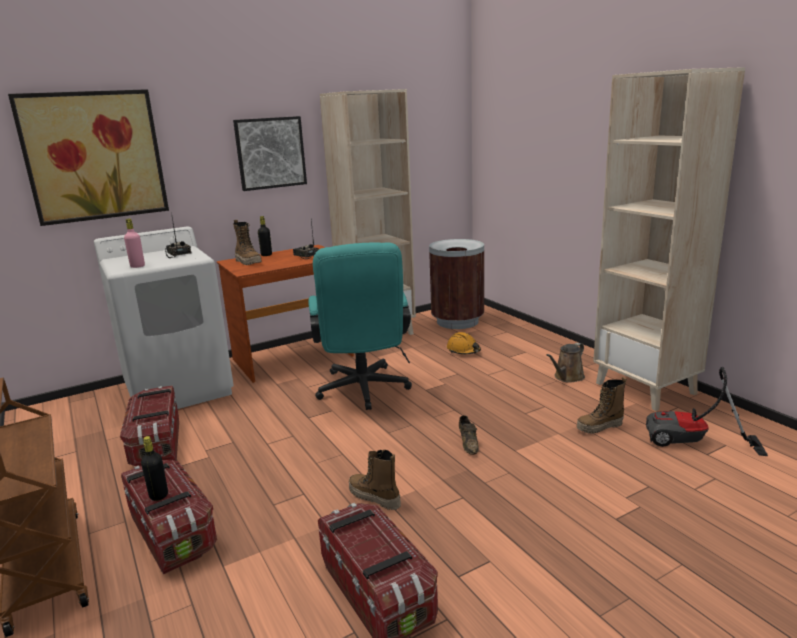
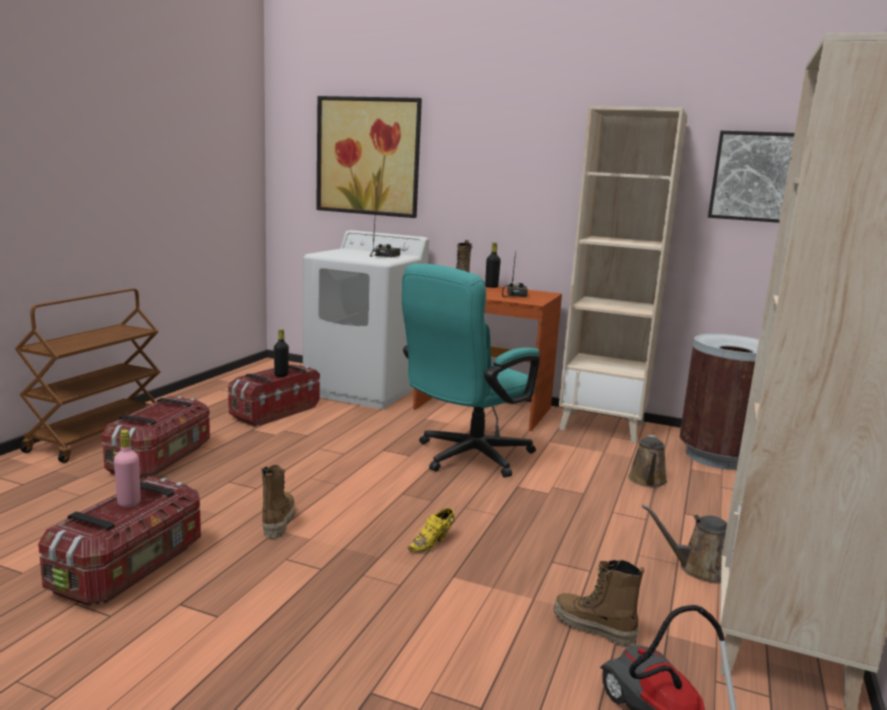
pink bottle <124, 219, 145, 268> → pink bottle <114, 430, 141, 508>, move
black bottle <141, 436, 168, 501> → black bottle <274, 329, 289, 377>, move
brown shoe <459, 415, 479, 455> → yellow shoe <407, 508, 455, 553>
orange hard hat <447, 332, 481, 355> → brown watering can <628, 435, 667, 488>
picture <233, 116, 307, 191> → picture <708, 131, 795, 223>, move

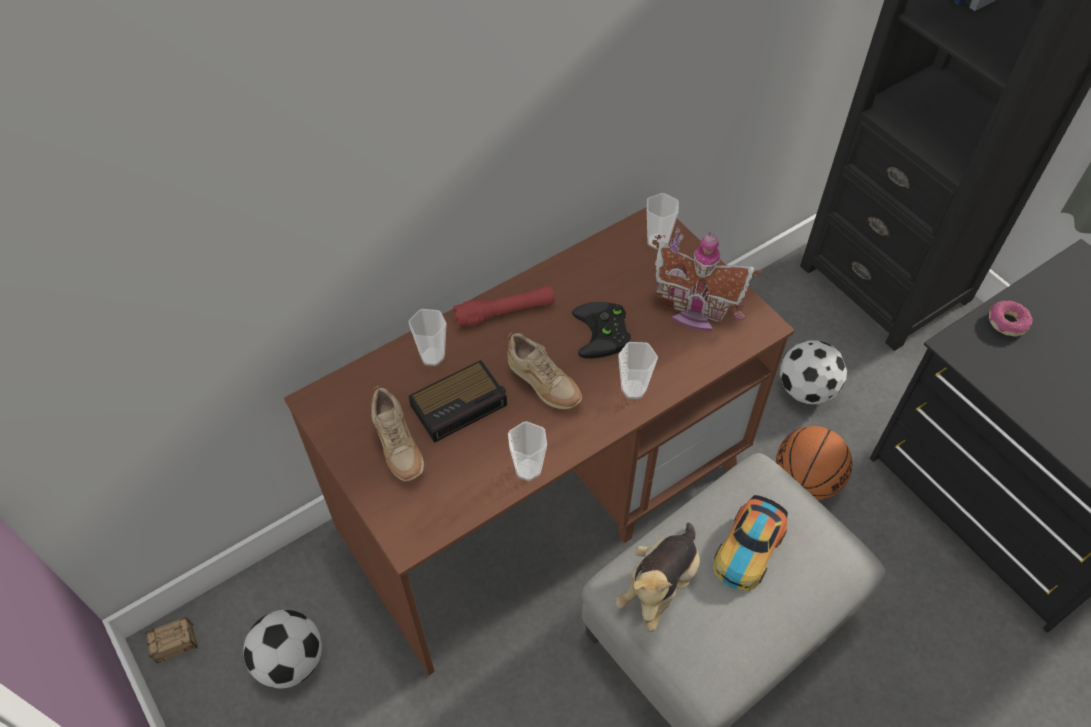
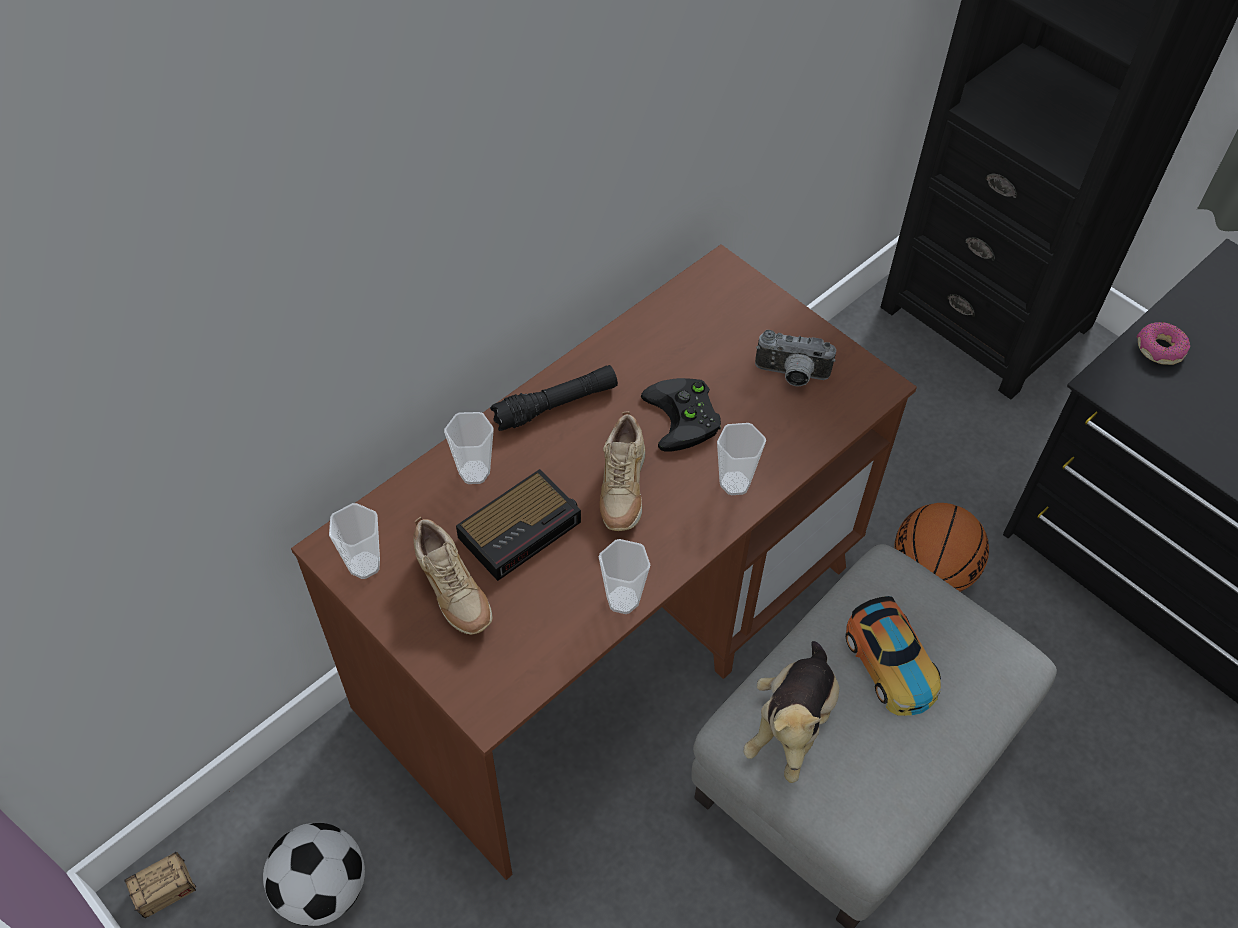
cup <647, 193, 679, 250> → cup <329, 503, 380, 579>, move
red flashlight <453, 286, 555, 327> → black flashlight <490, 365, 618, 431>
beige shoe <508, 332, 582, 409> → beige shoe <600, 411, 645, 531>, 60 degrees clockwise
toy house <652, 226, 762, 331> → photo camera <755, 330, 836, 386>
toy car <713, 495, 788, 591> → toy car <845, 596, 941, 716>, 45 degrees counterclockwise
football <780, 340, 847, 404> → -

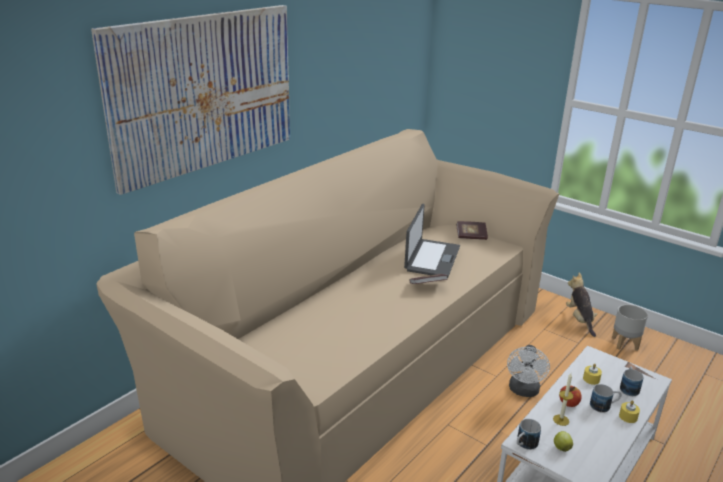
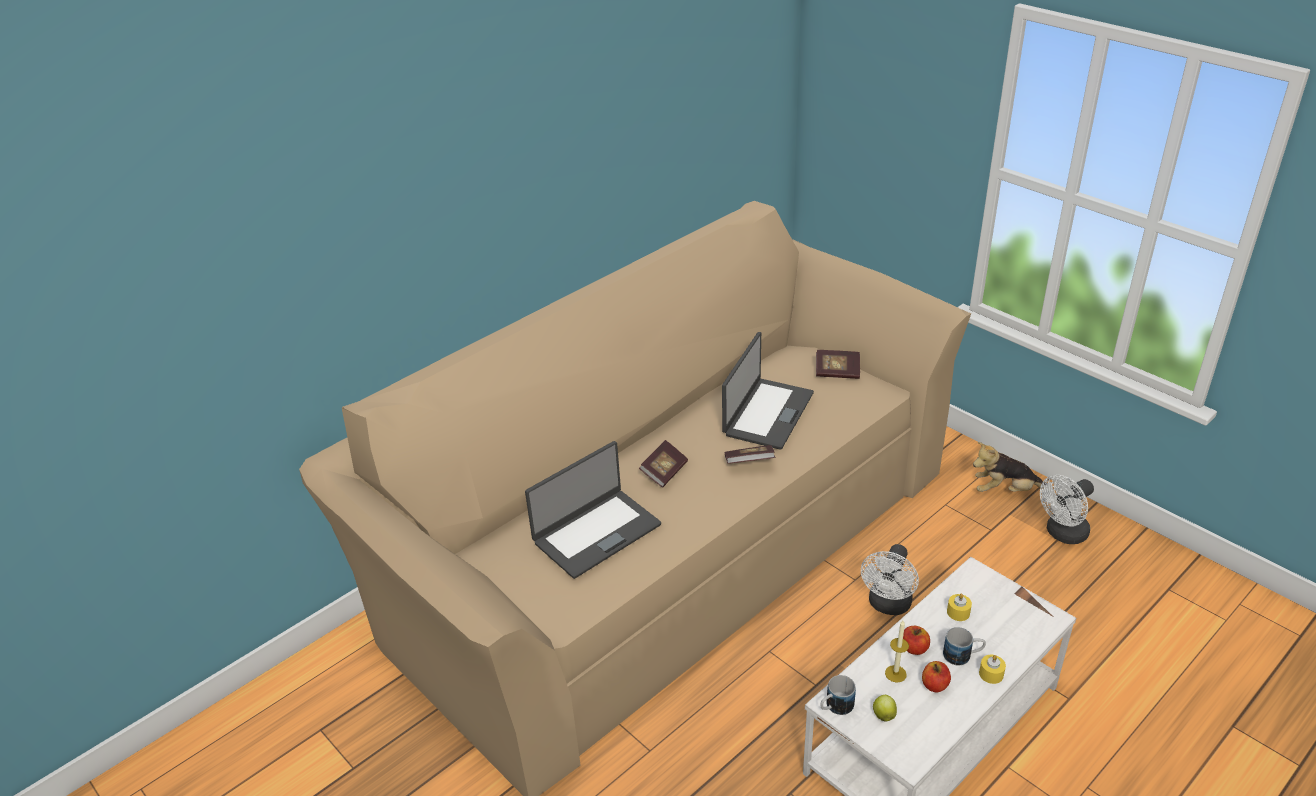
- → laptop <525, 441, 661, 579>
- → book <639, 440, 688, 488>
- → apple <922, 661, 951, 692>
plush toy <566, 273, 597, 337> → plush toy <973, 442, 1046, 492>, 90 degrees counterclockwise
grey planter <612, 305, 648, 351> → white fan <1040, 475, 1094, 544>
picture <91, 5, 290, 195> → -
mug <620, 366, 643, 396> → -

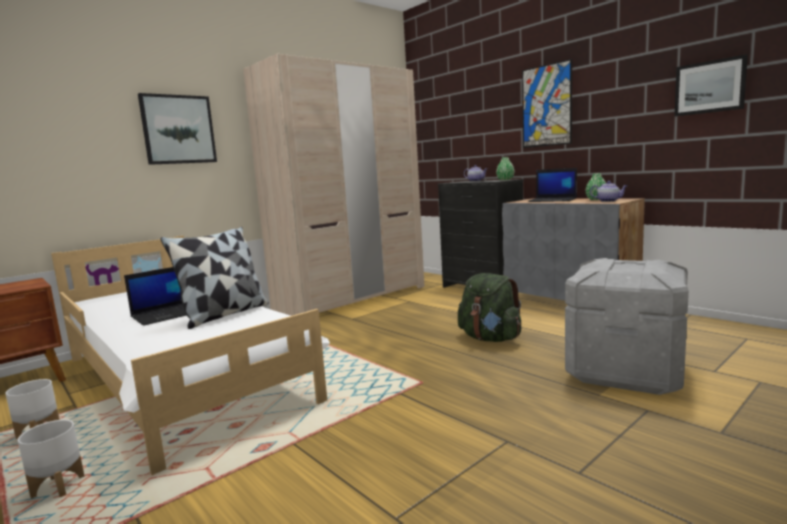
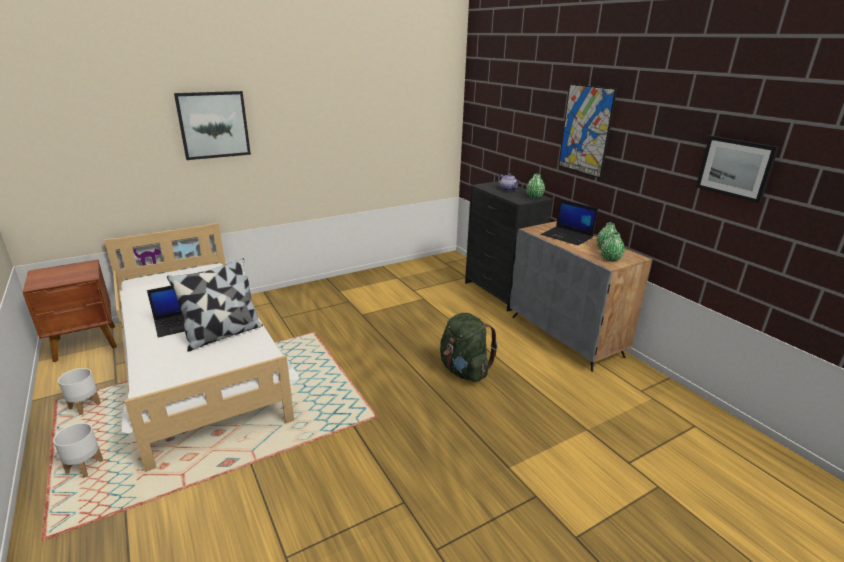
teapot <590, 181, 628, 202> → green vase <601, 232, 625, 261>
beige wardrobe <243, 54, 425, 316> → -
grey storage box <565, 258, 689, 395> → -

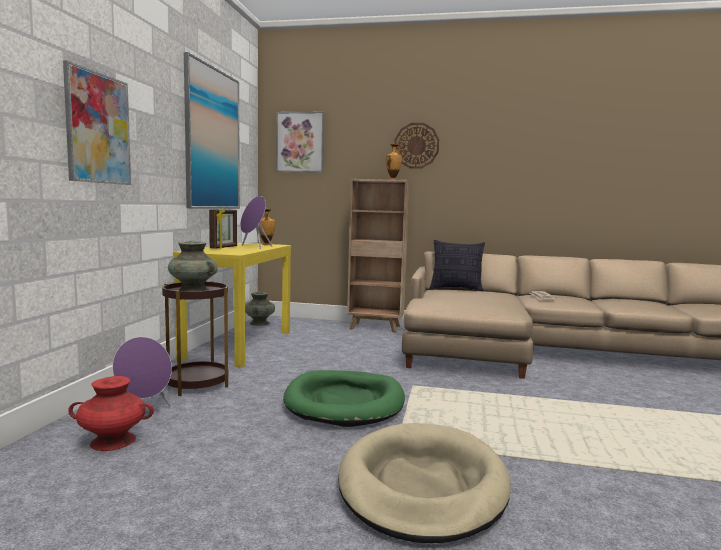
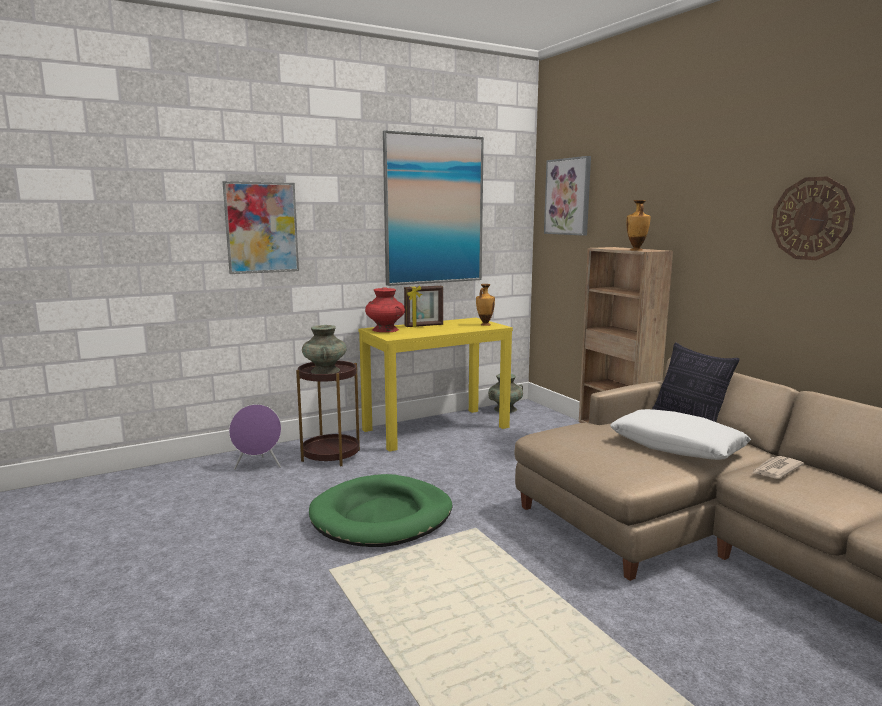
red vase <68, 376, 154, 451> → red vase <365, 287, 405, 332>, move
- → white pillow <610, 409, 751, 460>
wall clock <394, 123, 439, 169> → wall clock <771, 176, 855, 260>, move
purple speaker <240, 196, 272, 249> → -
beige dog bed <338, 423, 511, 543> → -

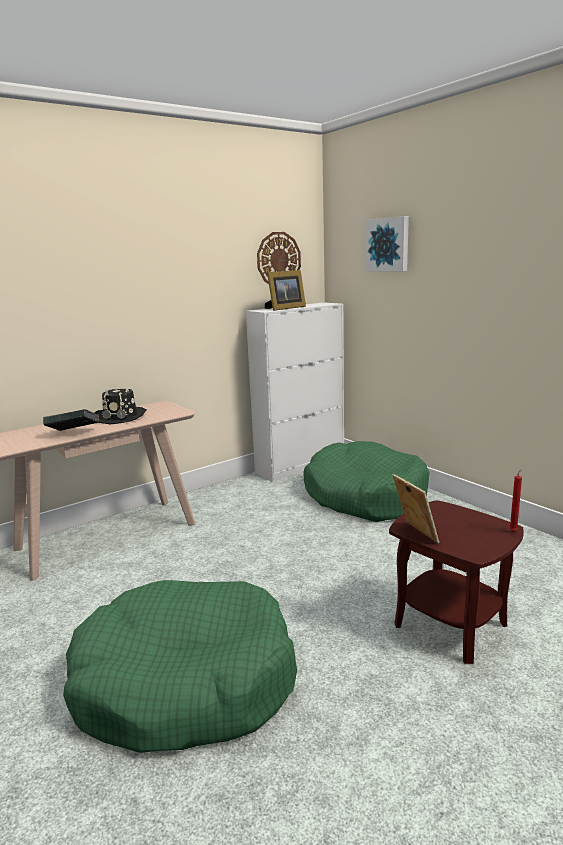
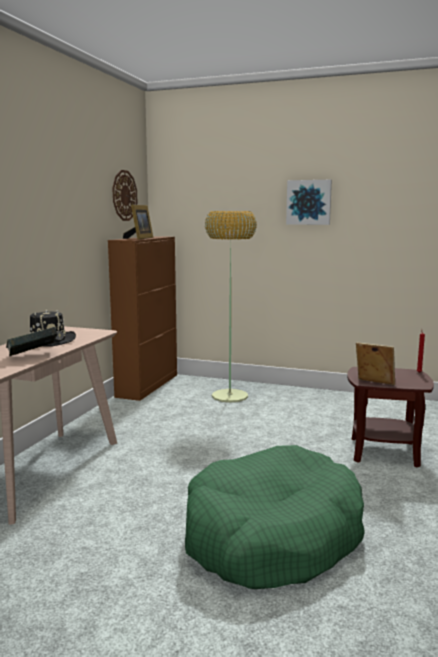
white cabinet <246, 302, 344, 482> → brown cabinet <108, 236, 177, 401>
green dog bed <303, 441, 430, 522> → floor lamp <205, 211, 257, 402>
picture <366, 216, 409, 271> → picture <286, 180, 332, 225>, move

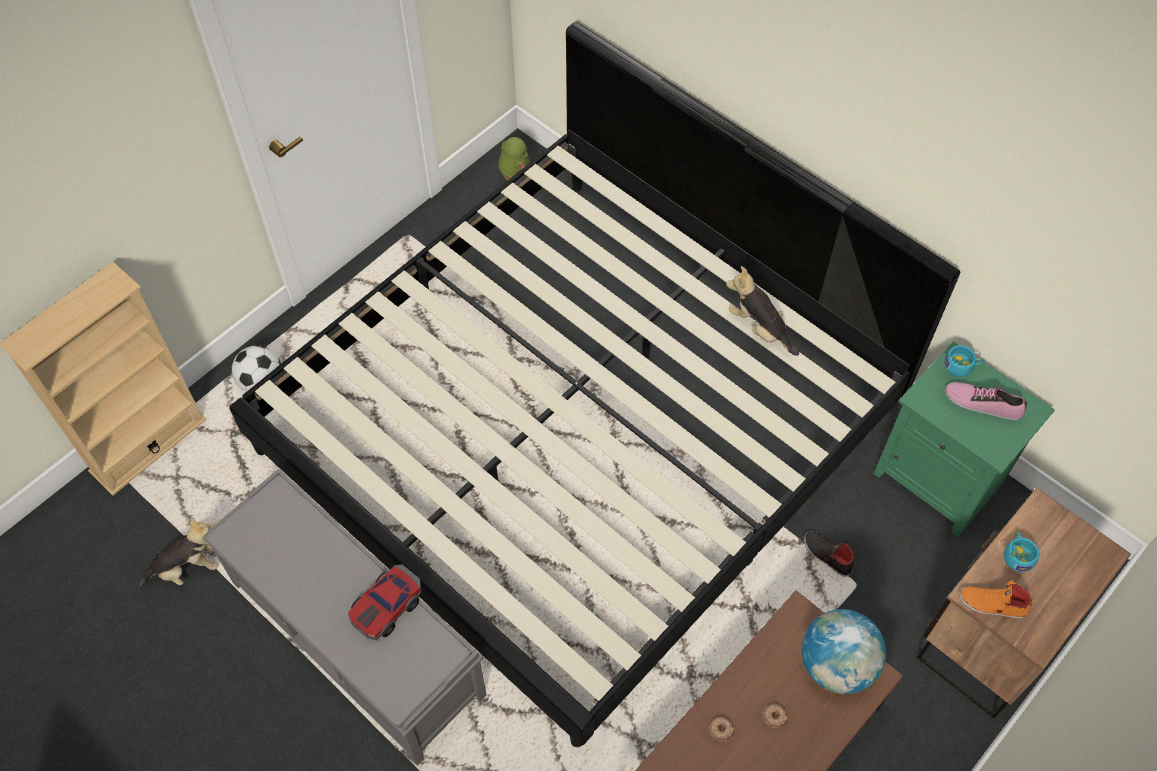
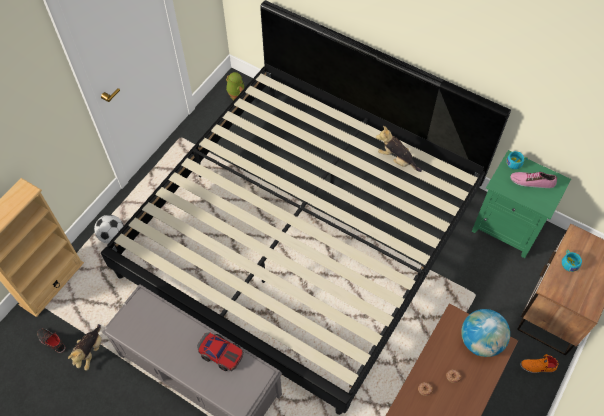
black shoe <804, 531, 854, 577> → black shoe <37, 329, 65, 353>, move
plush toy <138, 517, 218, 589> → plush toy <68, 324, 102, 371>, 135 degrees clockwise
toy car <348, 564, 422, 640> → toy car <197, 332, 243, 371>, 90 degrees counterclockwise
orange shoe <959, 580, 1033, 619> → orange shoe <520, 354, 559, 373>, move

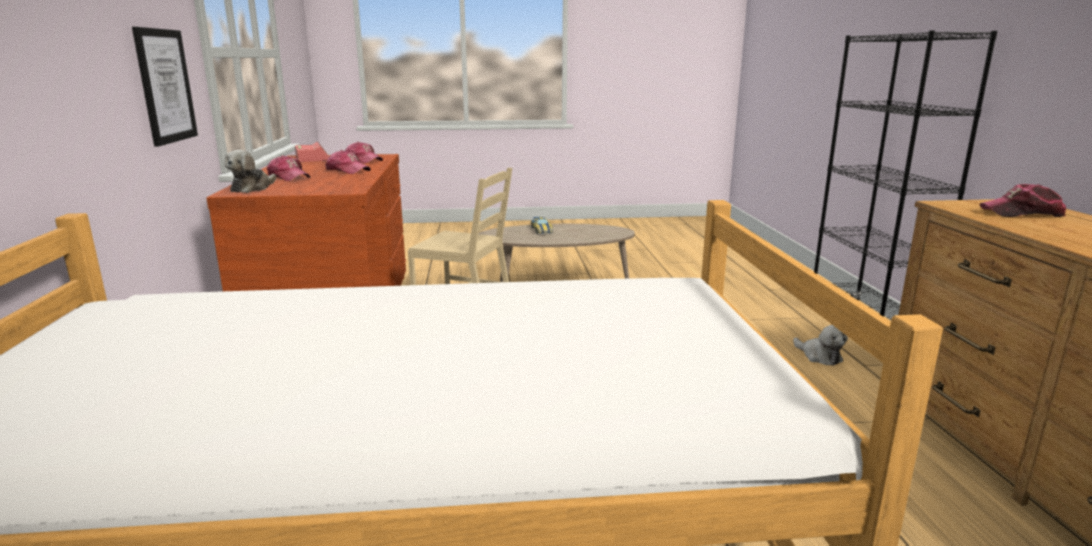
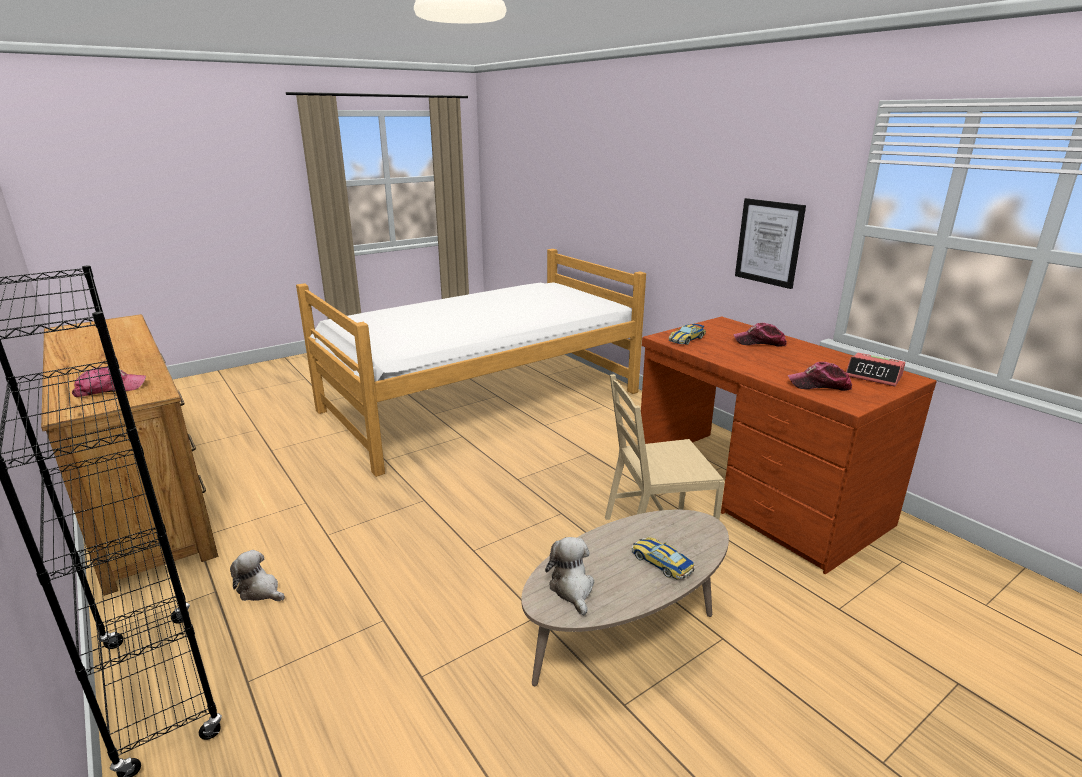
plush toy <224, 150, 276, 193> → plush toy <545, 537, 594, 616>, move
- → toy car <669, 324, 706, 345>
cap <325, 150, 371, 174> → -

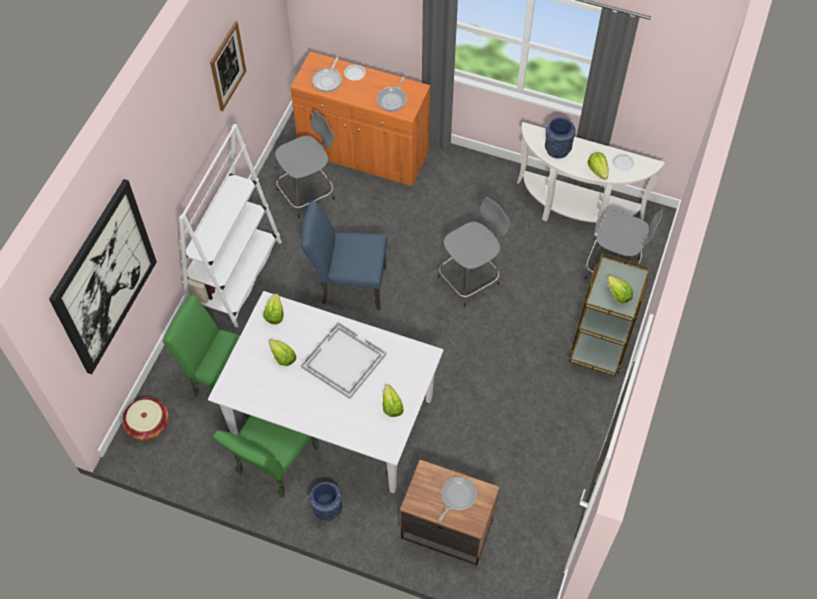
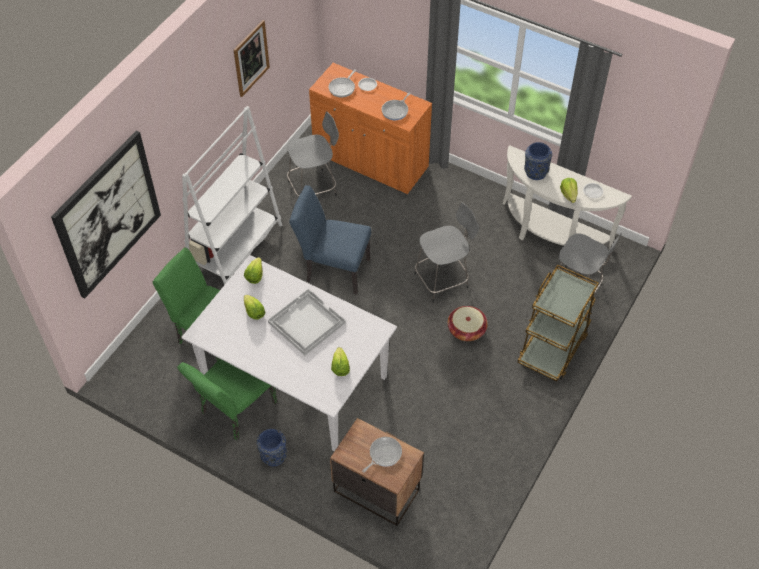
basket <122, 397, 169, 441> → basket <448, 306, 488, 341>, move
lettuce <607, 276, 633, 303> → -

